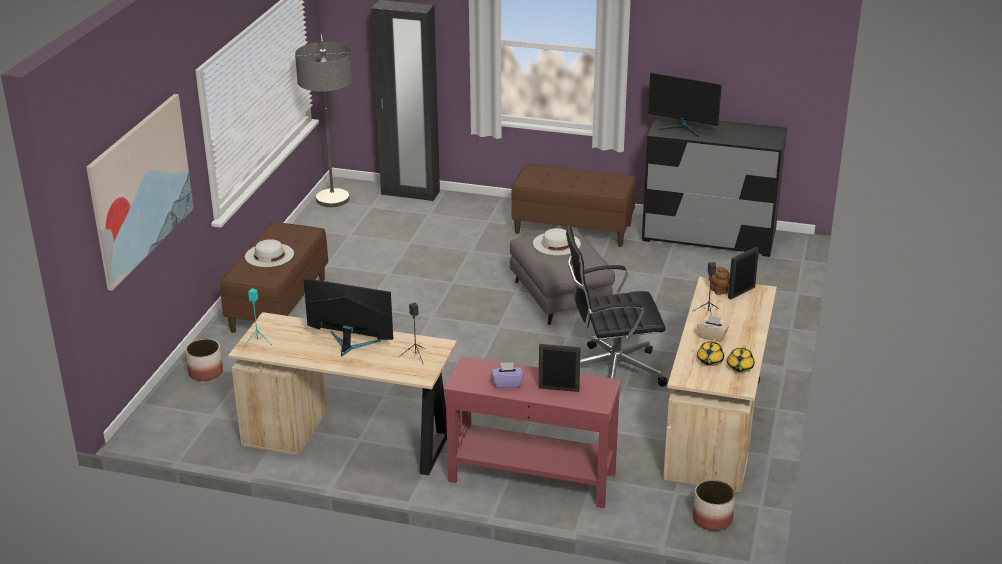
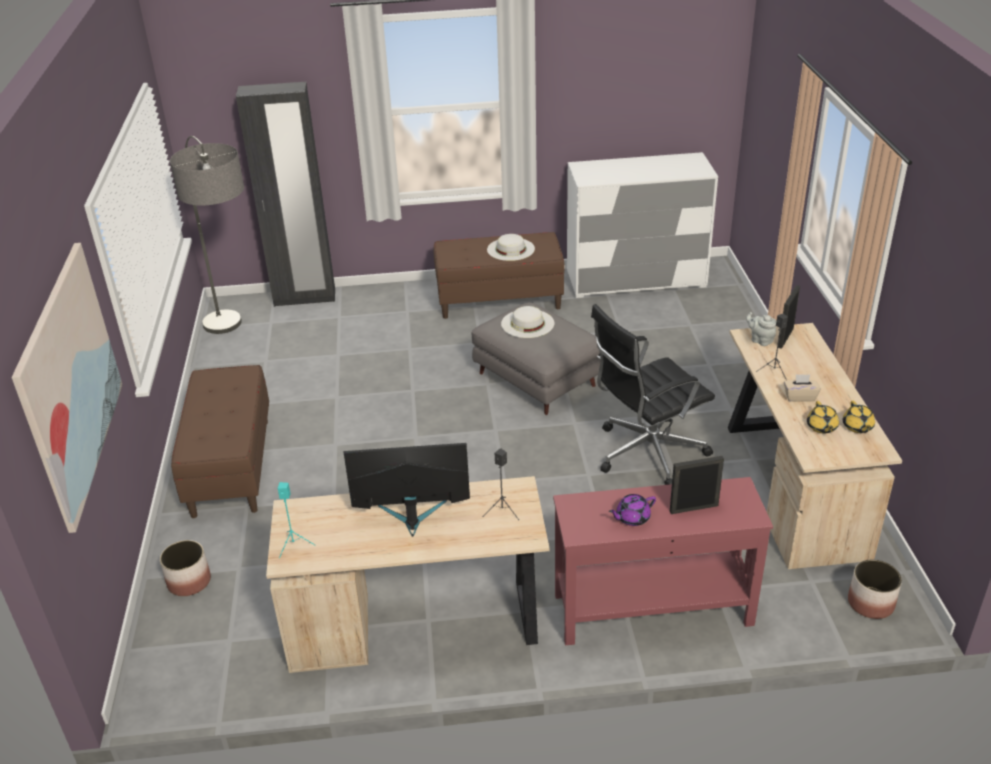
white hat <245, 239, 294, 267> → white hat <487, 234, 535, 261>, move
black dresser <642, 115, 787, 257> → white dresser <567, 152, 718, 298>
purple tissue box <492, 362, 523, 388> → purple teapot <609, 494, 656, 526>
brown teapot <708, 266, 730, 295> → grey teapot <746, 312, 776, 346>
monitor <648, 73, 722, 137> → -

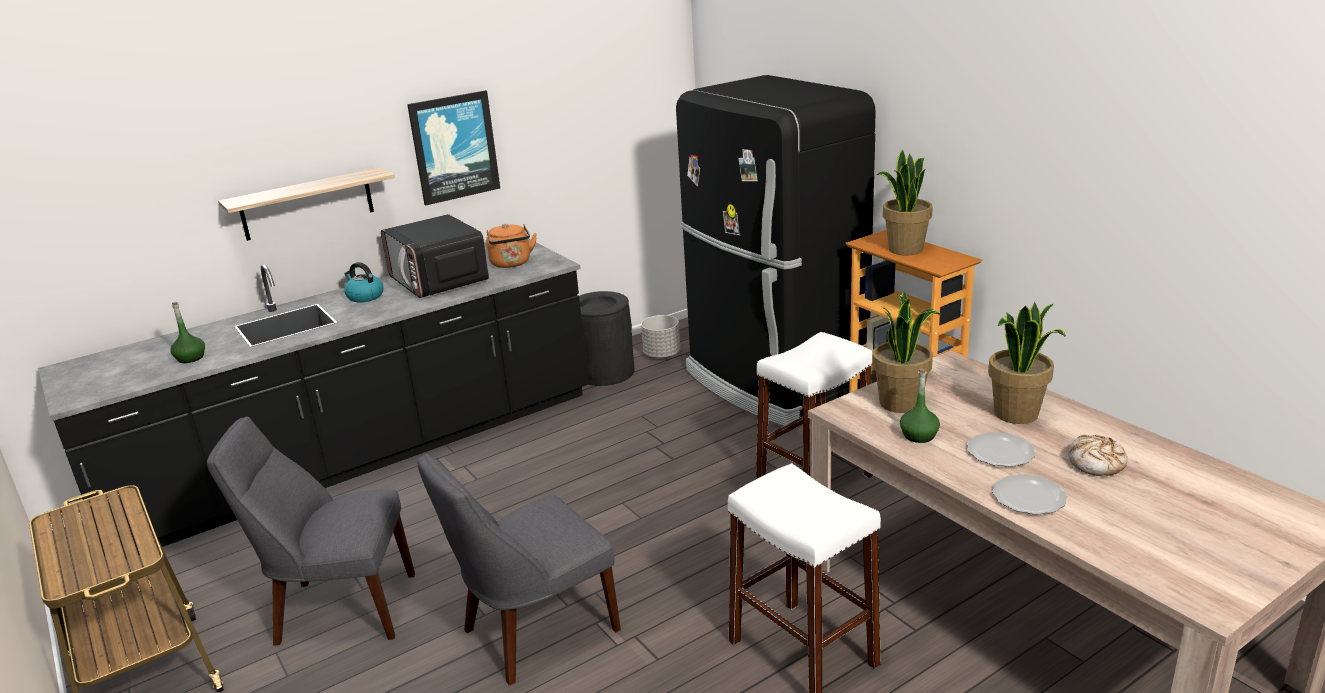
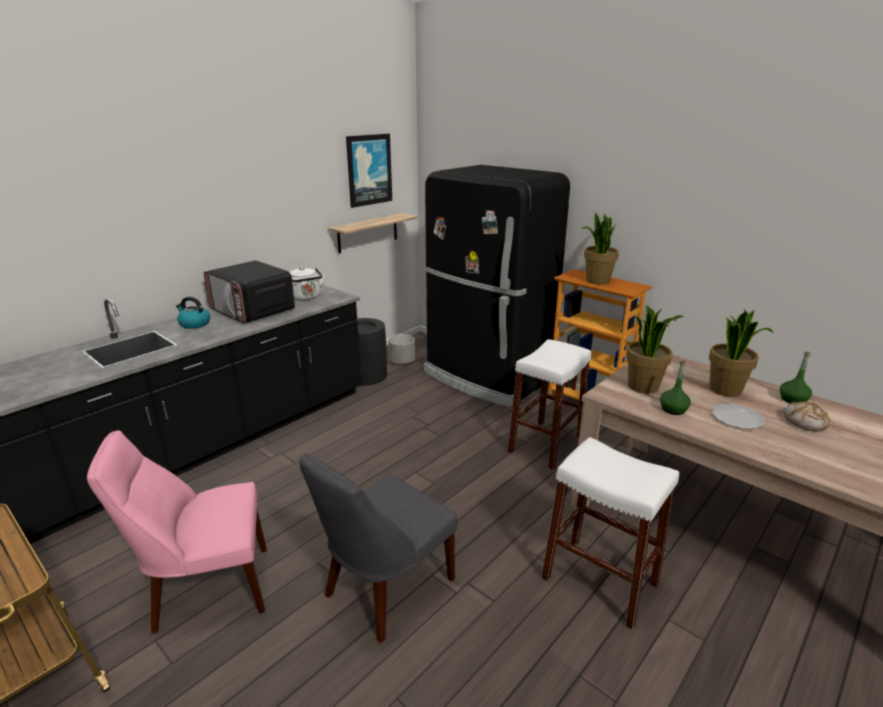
grey chair <207, 417, 415, 646> → pink chair <87, 430, 267, 634>
orange kettle <486, 224, 537, 268> → white kettle <290, 267, 325, 300>
shelf <218, 167, 395, 241> → shelf <329, 213, 418, 253>, move
picture <407, 90, 500, 206> → picture <346, 134, 392, 208>, move
green bottle <170, 302, 205, 363> → green bottle <780, 352, 812, 403>, move
plate <992, 474, 1067, 515> → -

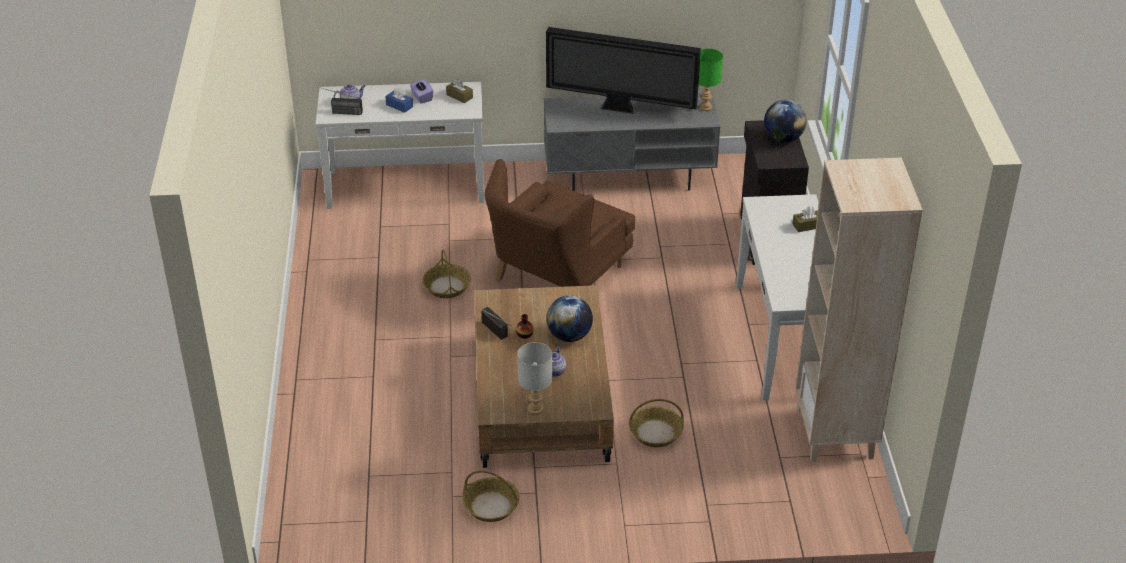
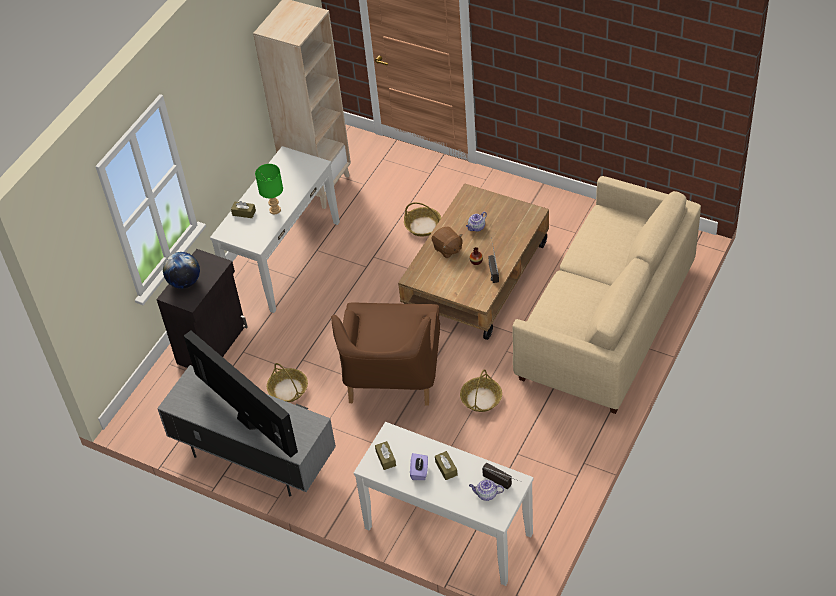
green table lamp <698, 49, 723, 111> → green table lamp <255, 164, 283, 214>, move
basket <462, 470, 519, 522> → basket <267, 363, 308, 402>, move
brown armchair <485, 159, 635, 287> → brown armchair <331, 303, 440, 406>, 120 degrees clockwise
globe <546, 295, 593, 342> → brown plush toy <431, 226, 463, 258>
blue tissue box <385, 87, 413, 113> → brown tissue box <435, 451, 458, 480>
- → beige sofa <512, 176, 701, 414>
grey table lamp <517, 342, 552, 415> → -

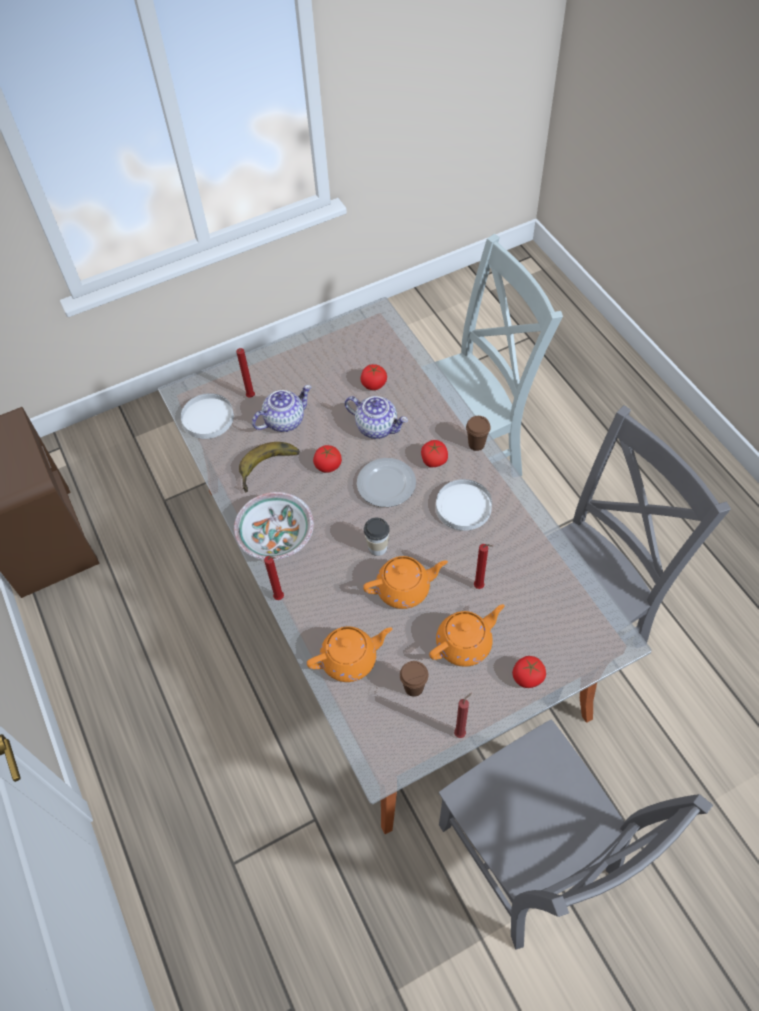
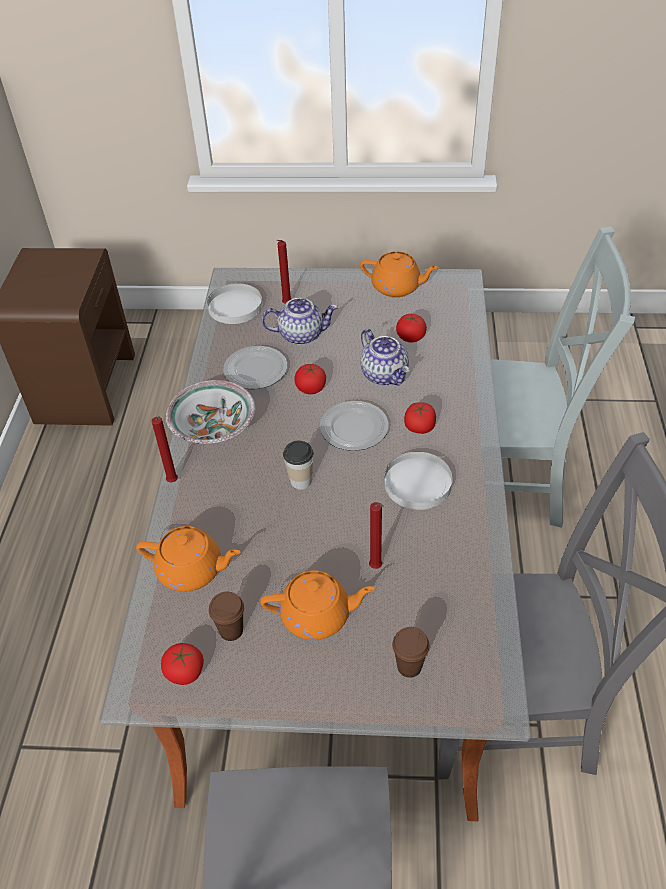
tomato <512, 656, 546, 688> → tomato <161, 643, 204, 685>, move
banana <239, 442, 300, 492> → plate <223, 346, 287, 389>
orange teapot <363, 556, 448, 609> → orange teapot <360, 252, 439, 297>, move
brown cup <466, 416, 491, 451> → brown cup <392, 627, 430, 678>, move
red candle <454, 693, 472, 738> → -

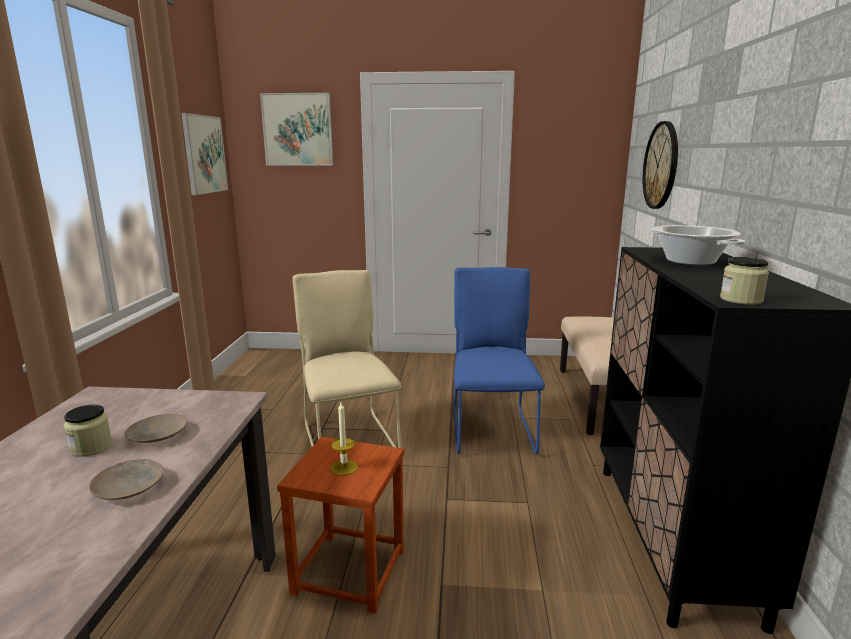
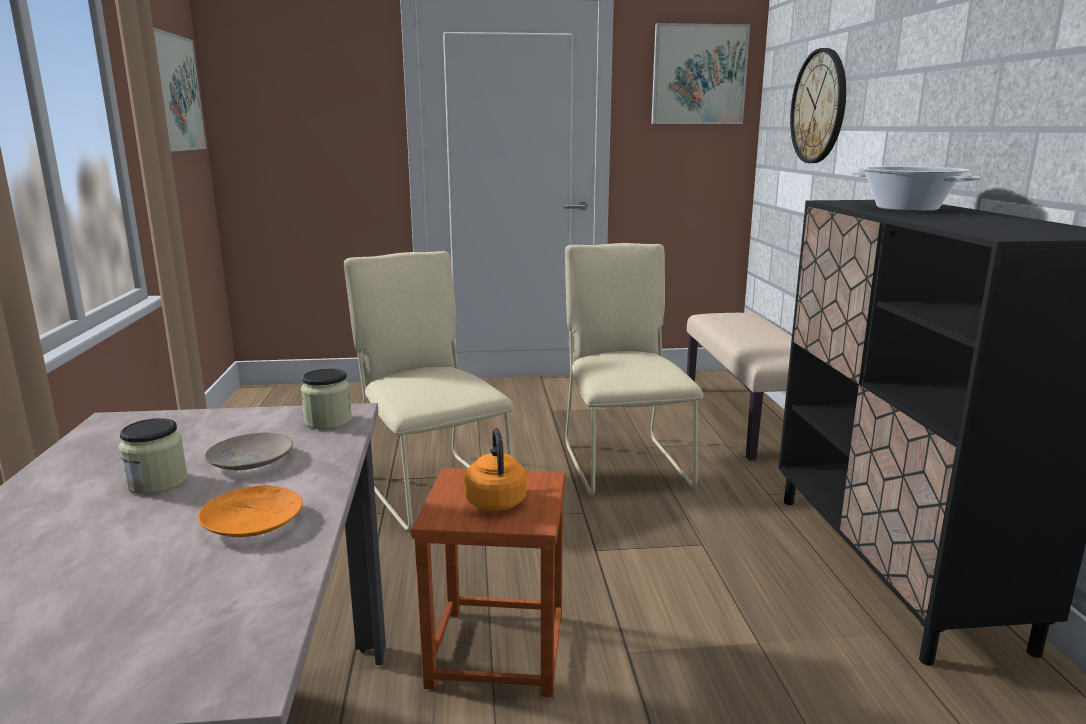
beige plate <89, 459, 164, 500> → orange plate <198, 485, 303, 537>
jar <720, 257, 769, 305> → jar <301, 368, 352, 429>, move
candle <331, 402, 358, 476> → orange kettle <464, 428, 526, 511>
blue chair <454, 267, 545, 454> → beige chair <565, 243, 704, 496>
picture <260, 93, 333, 166> → picture <651, 23, 750, 124>, move

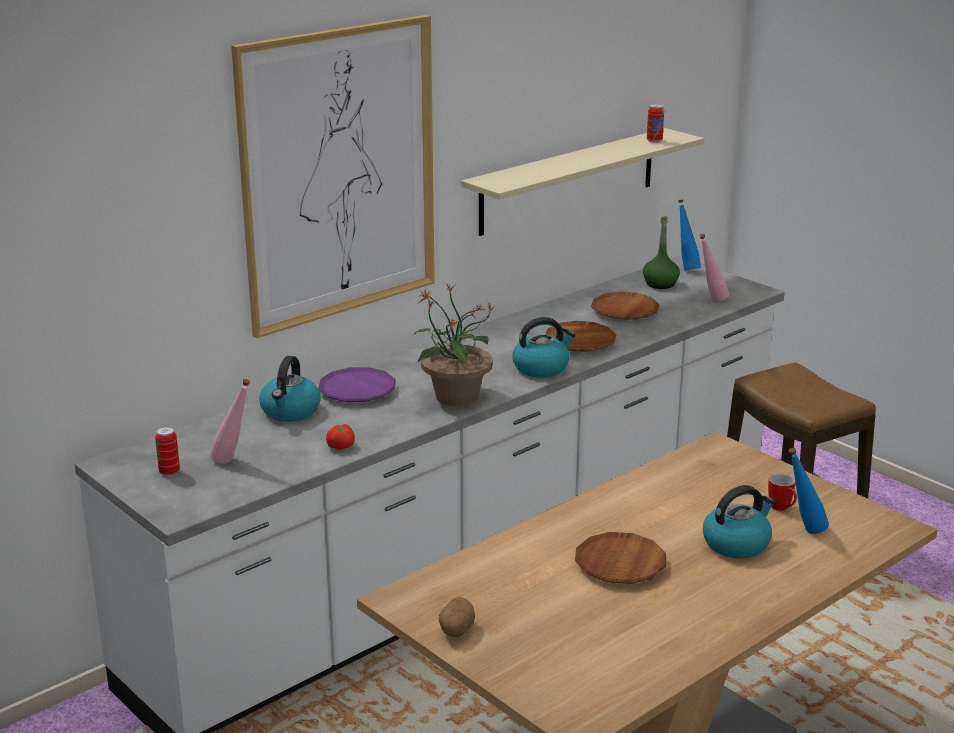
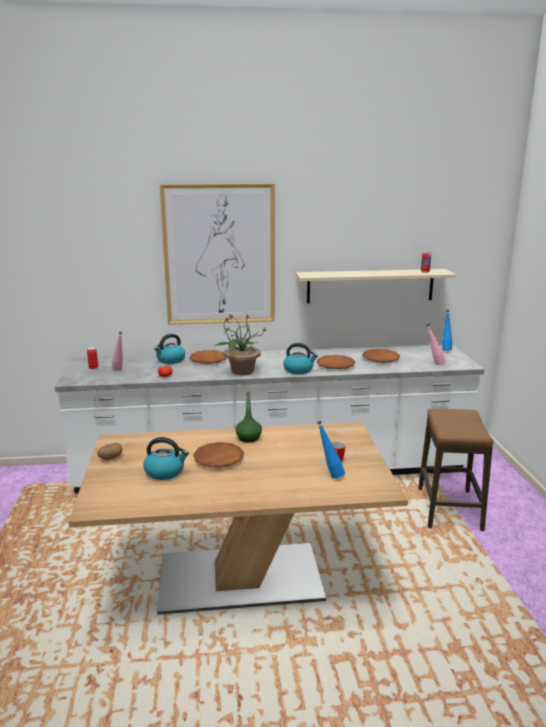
kettle <703, 485, 775, 559> → kettle <143, 437, 189, 480>, move
purple plate <318, 367, 396, 402> → brown plate <189, 350, 226, 364>
green bottle <643, 216, 680, 289> → green bottle <235, 390, 262, 442>, move

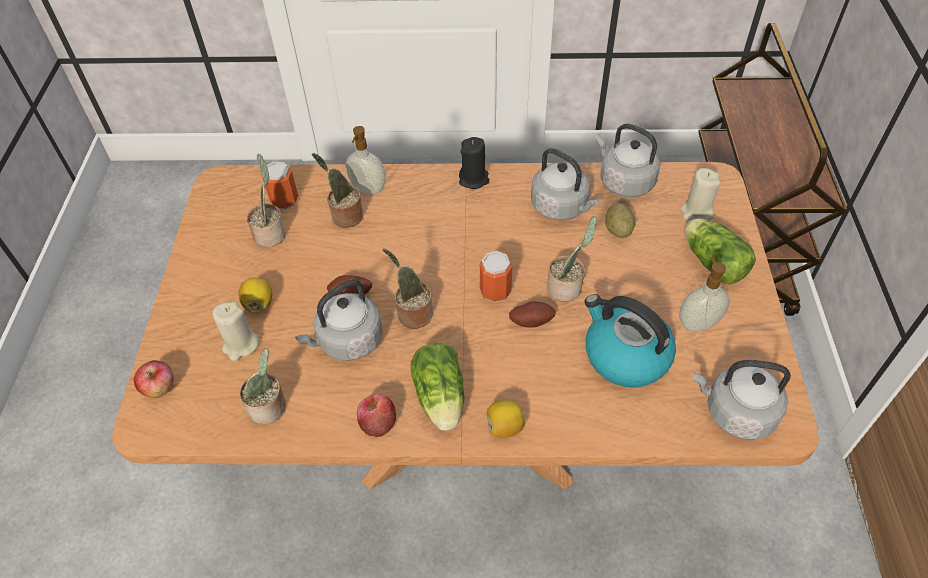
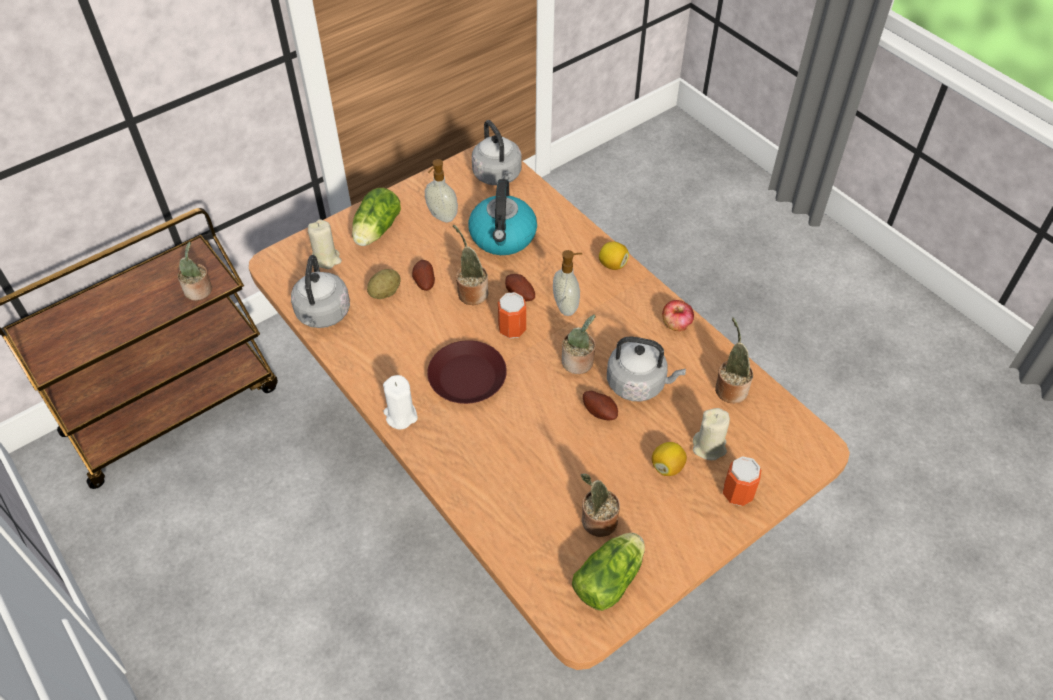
potted plant <312, 153, 363, 228> → potted plant <178, 242, 212, 301>, move
black candle <459, 137, 489, 189> → white candle <383, 375, 418, 429>
- → potato <412, 260, 435, 291>
- → brown plate <427, 340, 507, 404>
soap dispenser <345, 126, 386, 194> → soap dispenser <553, 250, 582, 316>, move
lettuce <411, 343, 464, 431> → lettuce <572, 533, 645, 611>, move
can <262, 161, 298, 209> → can <723, 456, 761, 506>, move
apple <134, 360, 174, 398> → -
grey kettle <531, 148, 599, 220> → -

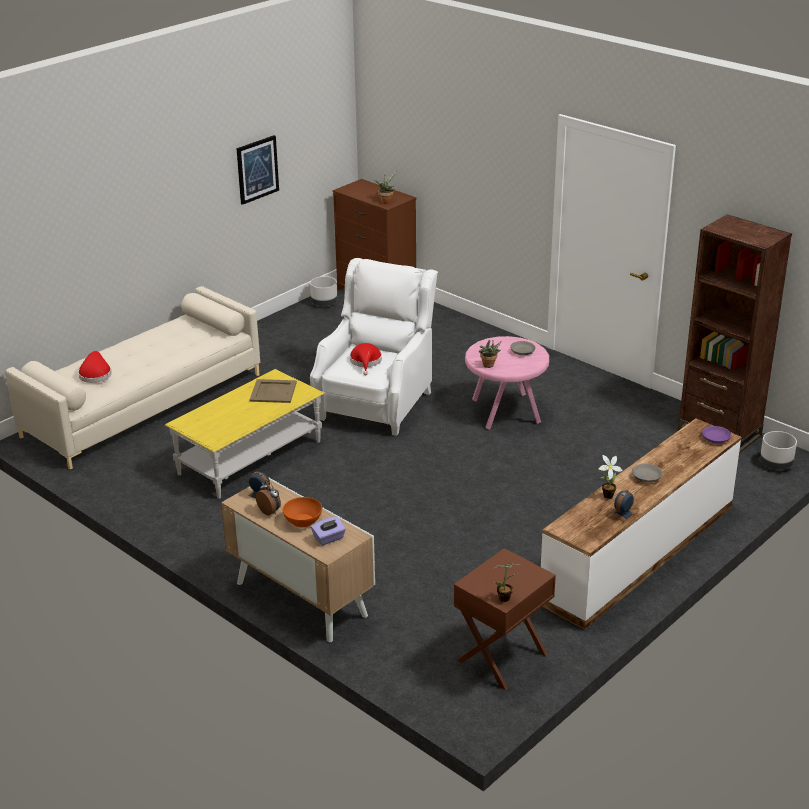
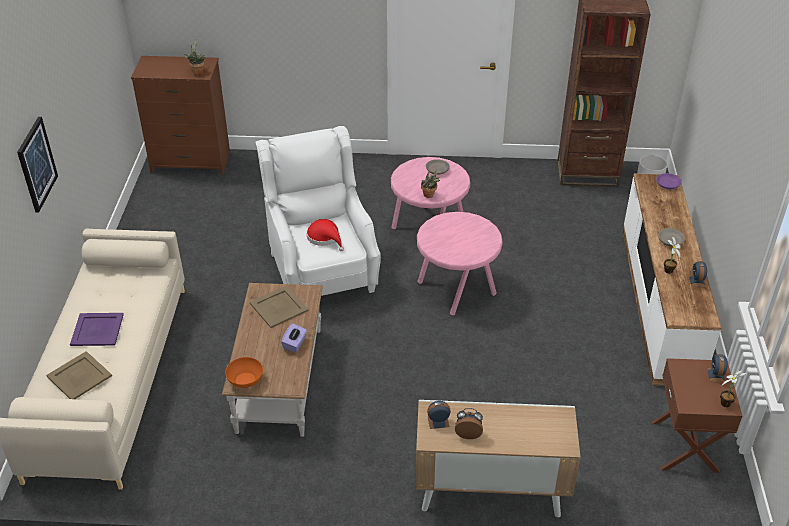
picture <236, 135, 279, 205> → picture <17, 117, 58, 213>, move
red hat <78, 351, 112, 383> → beige tray <46, 351, 112, 399>
- → purple tray <70, 313, 124, 346>
yellow coffee table <165, 369, 325, 499> → brown coffee table <222, 283, 323, 437>
orange bowl <283, 497, 322, 527> → orange bowl <225, 357, 263, 388>, move
purple tissue box <311, 517, 346, 545> → purple tissue box <281, 323, 307, 352>, move
- → pink side table <417, 212, 503, 315>
- → alarm clock <708, 354, 728, 383>
grey planter <310, 276, 338, 307> → -

